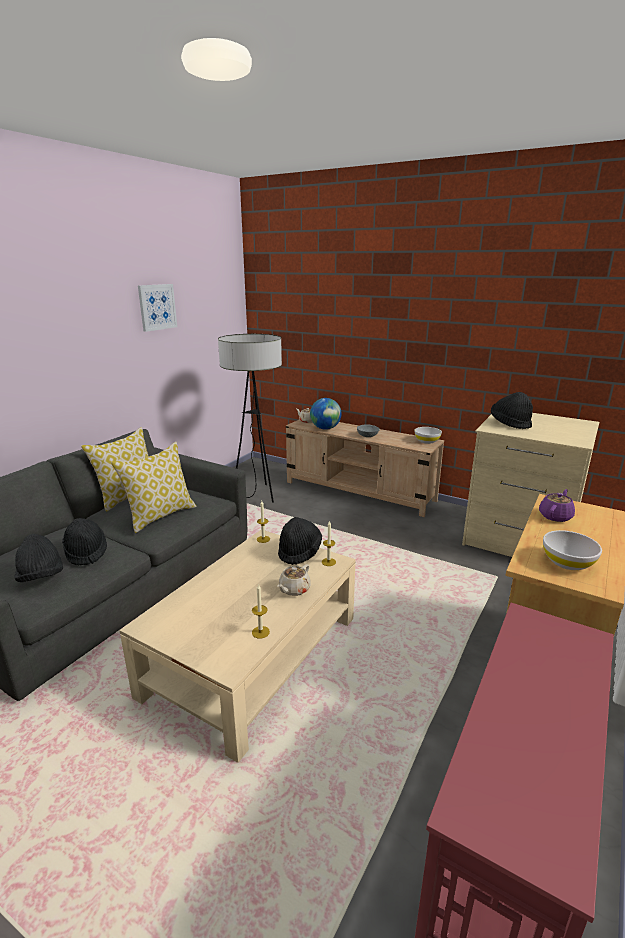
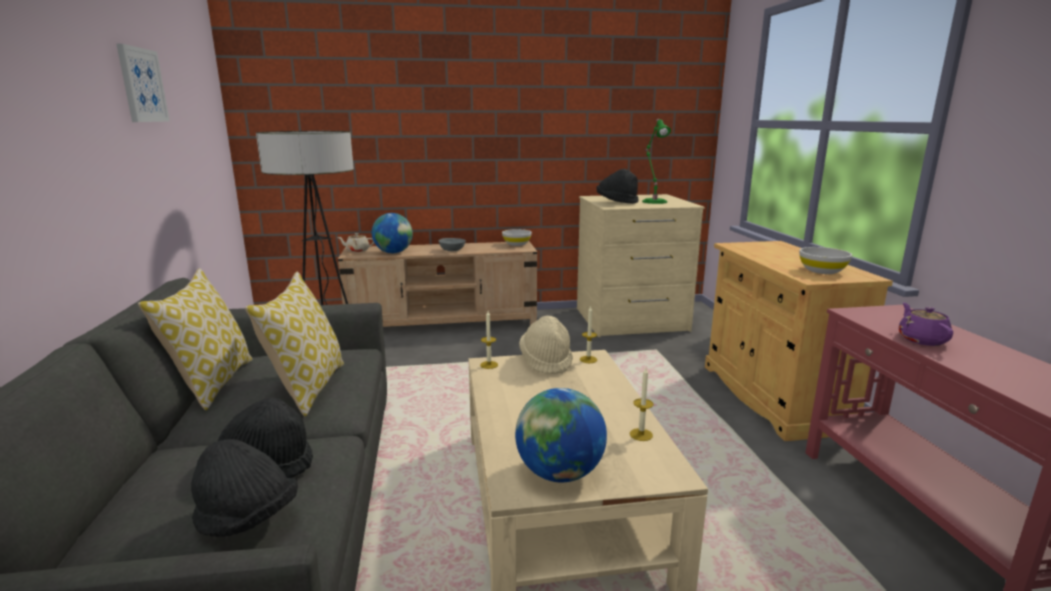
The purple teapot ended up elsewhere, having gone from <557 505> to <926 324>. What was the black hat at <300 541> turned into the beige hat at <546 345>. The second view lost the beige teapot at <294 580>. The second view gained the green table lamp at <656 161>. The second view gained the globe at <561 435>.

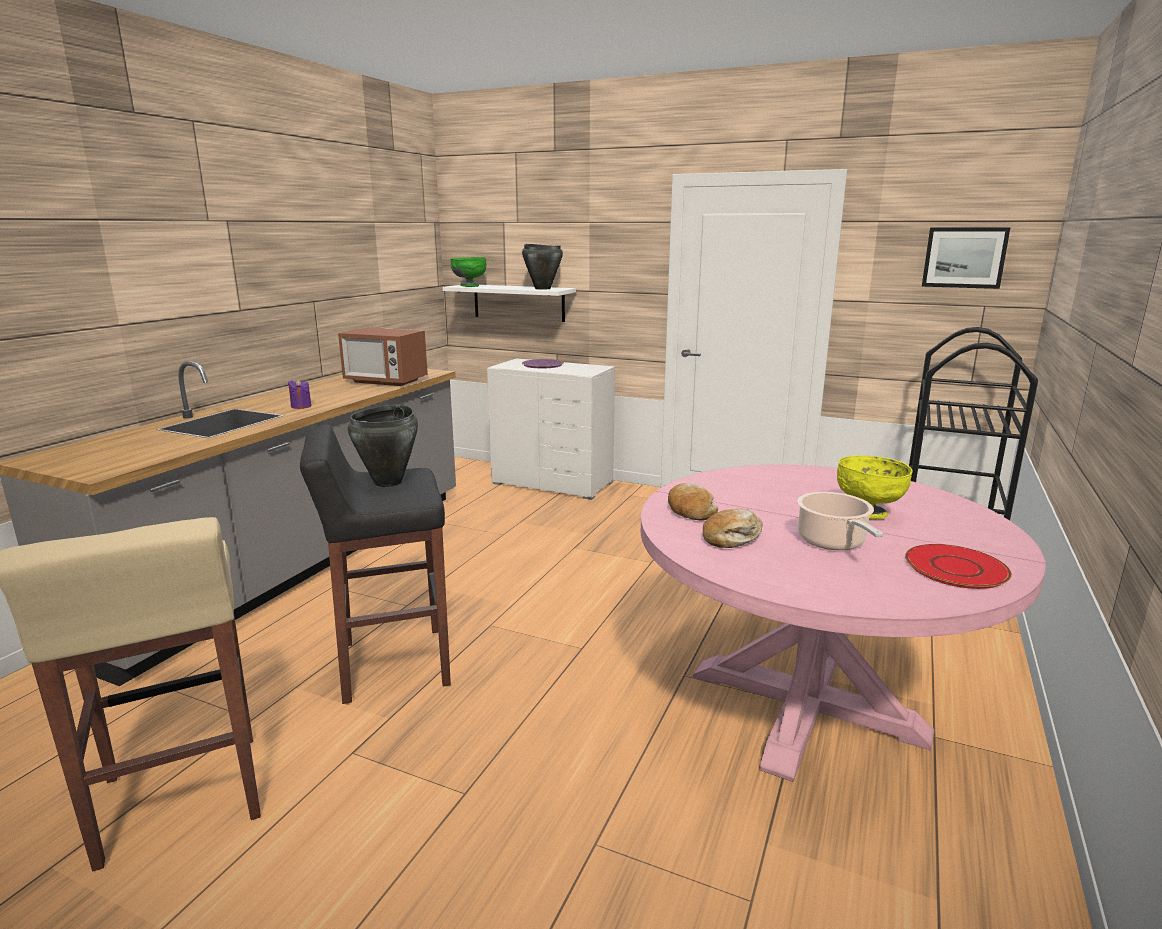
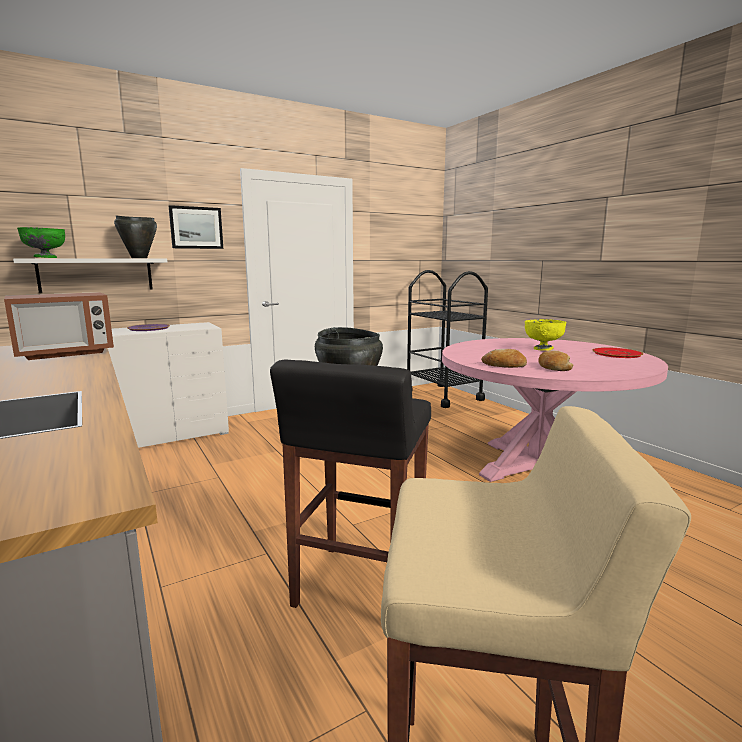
The picture ended up elsewhere, having gone from <966 258> to <196 227>. The second view lost the purple candle at <299 394>. The second view lost the cooking pot at <840 521>.

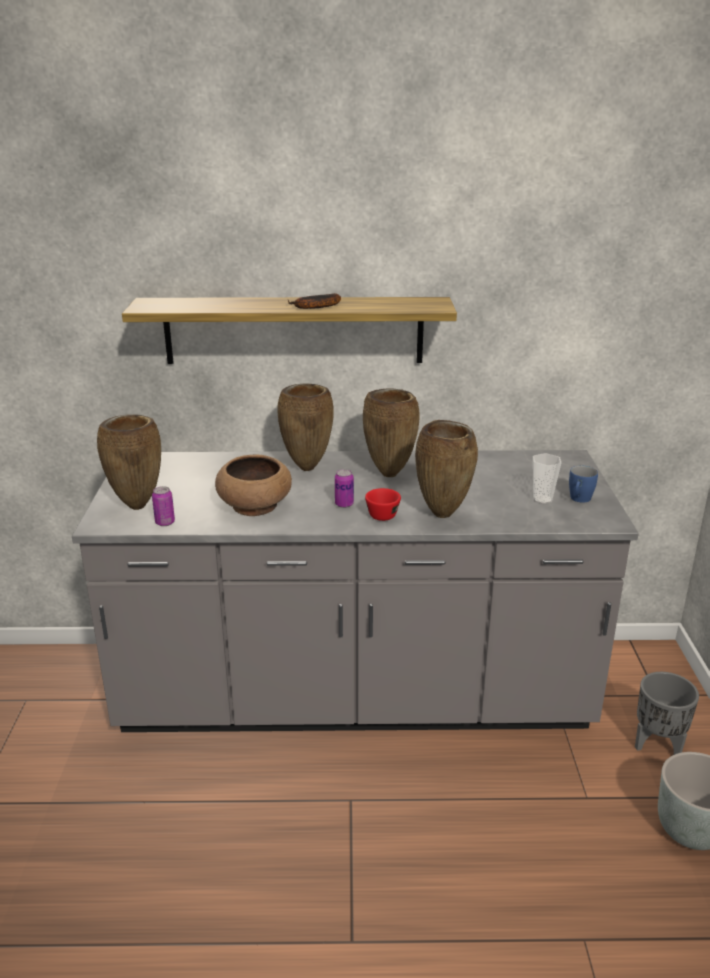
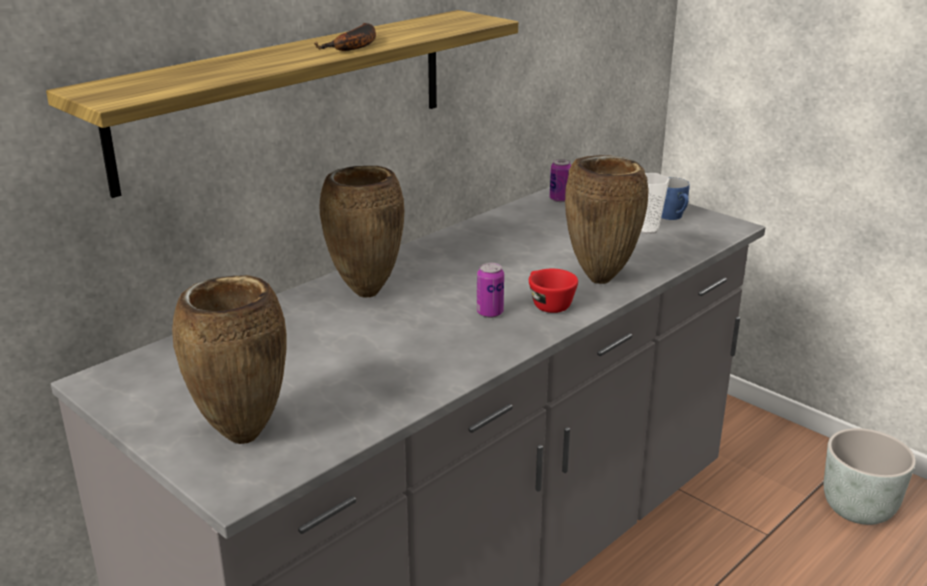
The second view lost the brown vase at <391 432>. The second view lost the brown bowl at <253 485>. The can ended up elsewhere, having gone from <163 506> to <560 180>. The second view lost the grey planter at <667 713>.

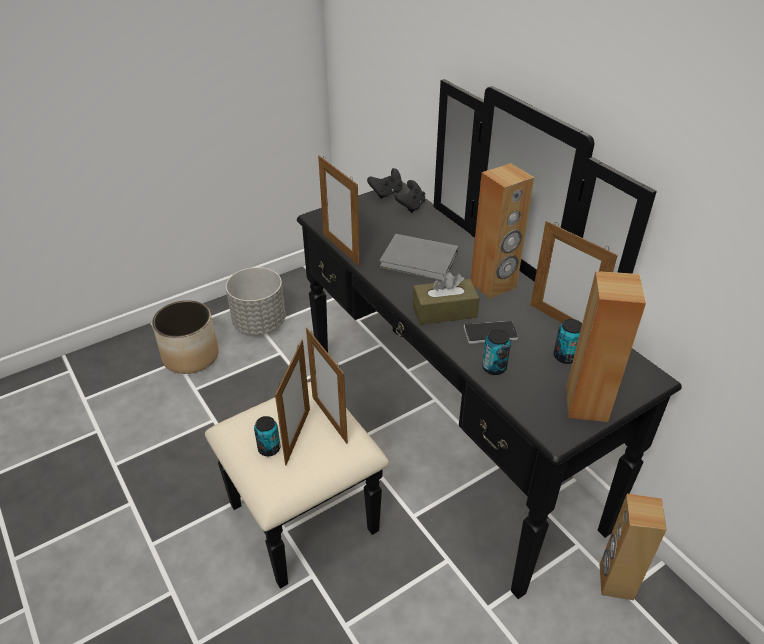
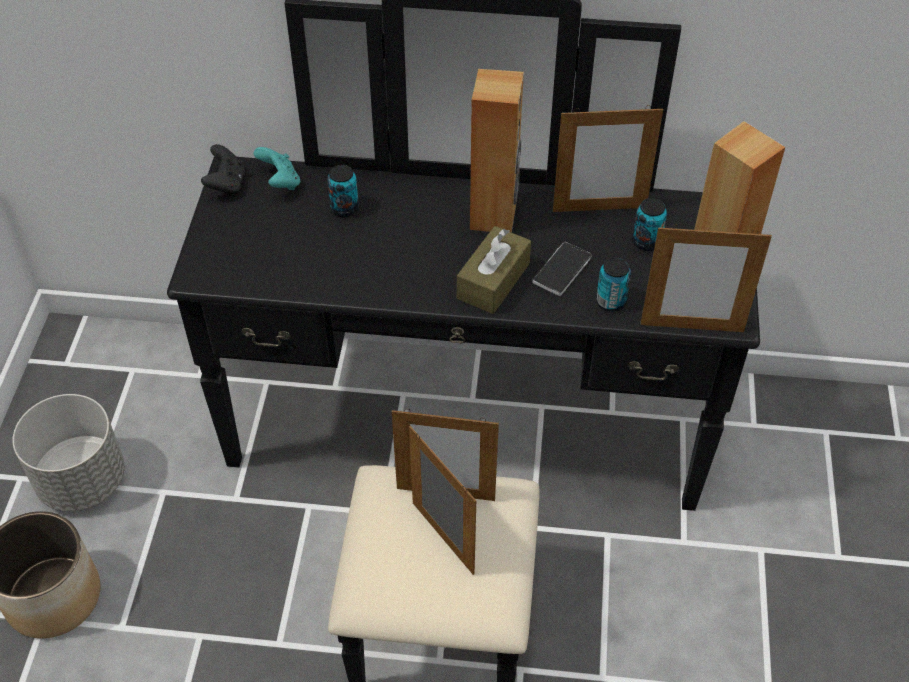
The picture frame ended up elsewhere, having gone from <339 210> to <706 278>. What was the black game controller at <410 196> turned into the turquoise game controller at <277 168>. The second view lost the grey book at <418 257>. The can ended up elsewhere, having gone from <267 436> to <343 191>. The second view lost the brown speaker at <633 547>.

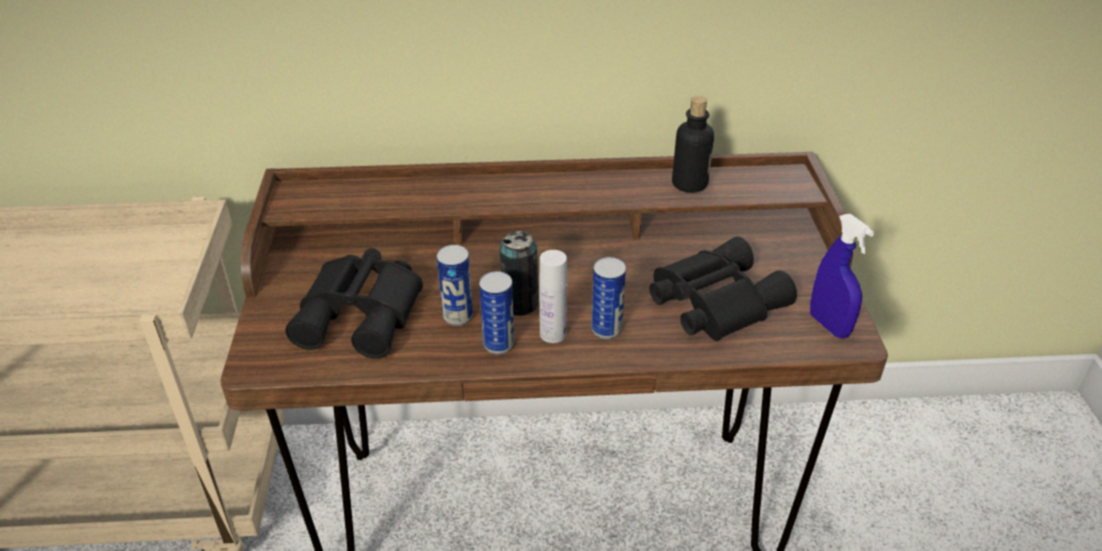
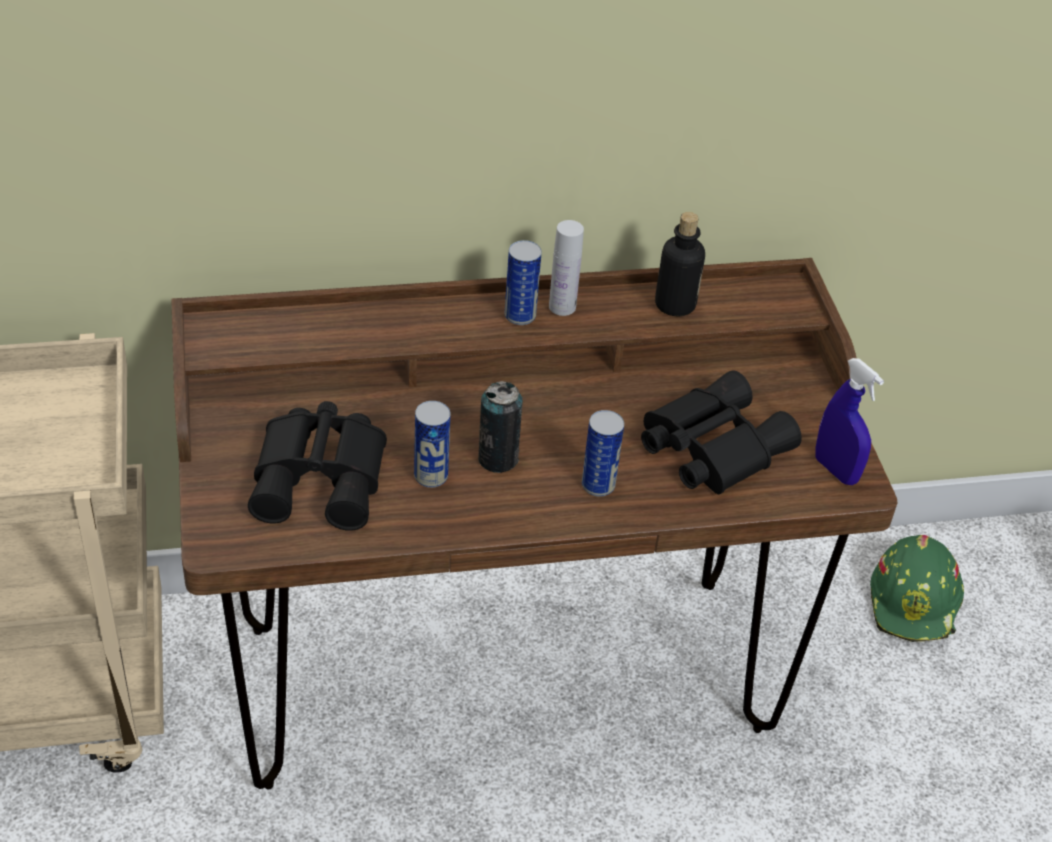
The white bottle ended up elsewhere, having gone from <553 296> to <566 268>. The can ended up elsewhere, having gone from <496 312> to <523 282>. The second view gained the green hard hat at <917 588>.

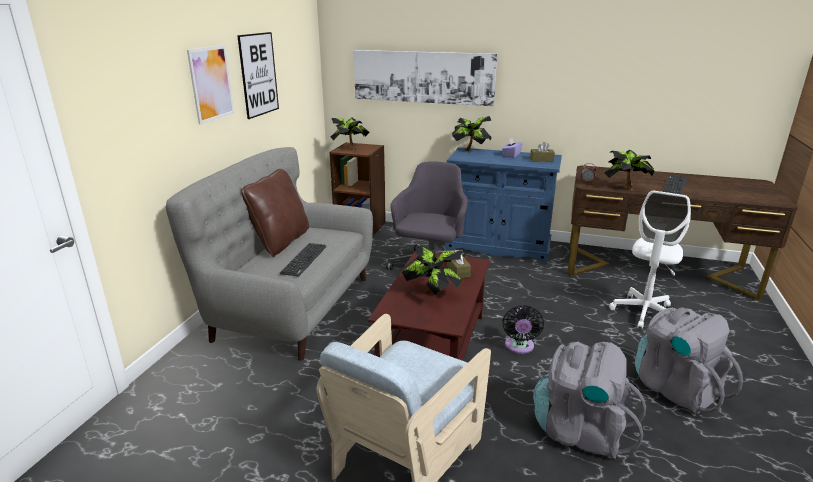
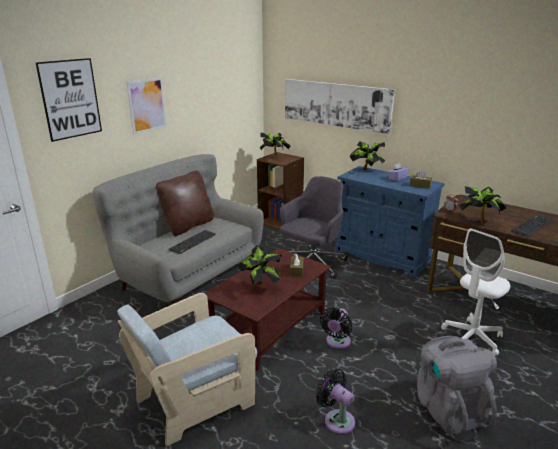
The picture ended up elsewhere, having gone from <258 75> to <69 100>. Where the grey backpack stood at <589 400>, the black fan came to stand at <335 401>.

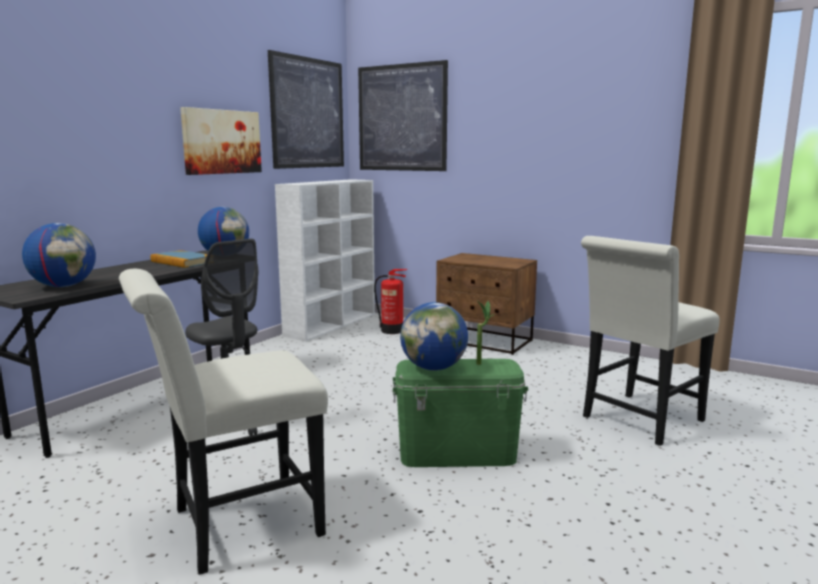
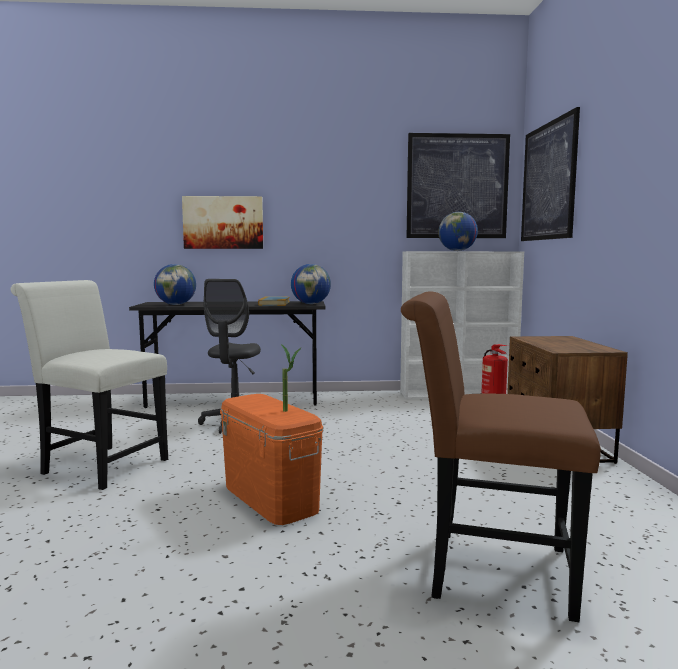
The picture ended up elsewhere, having gone from <221 141> to <222 222>. What was the white chair at <650 341> turned into the brown chair at <501 457>. The globe ended up elsewhere, having gone from <434 336> to <458 231>. What was the green storage box at <460 413> turned into the orange storage box at <272 459>.

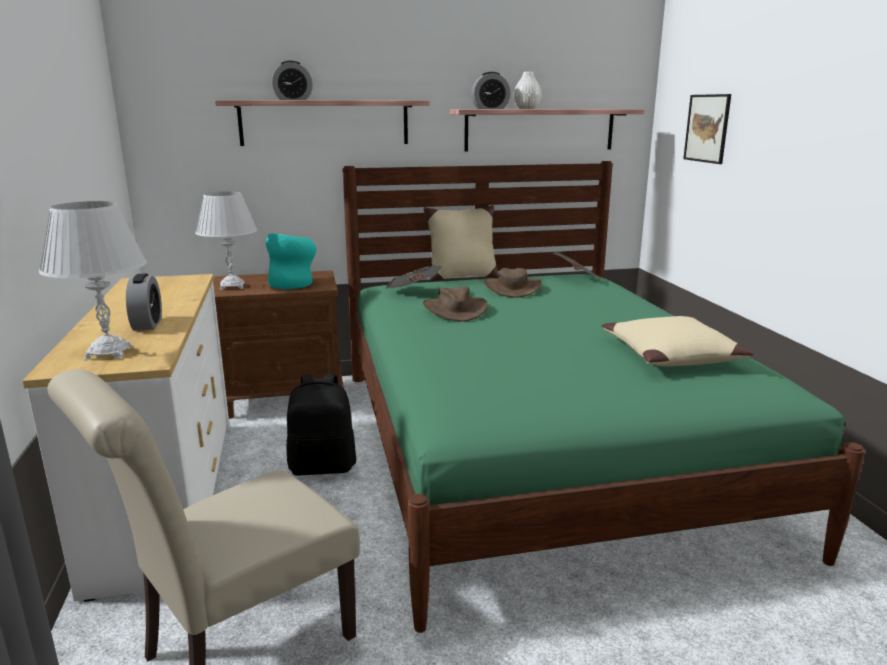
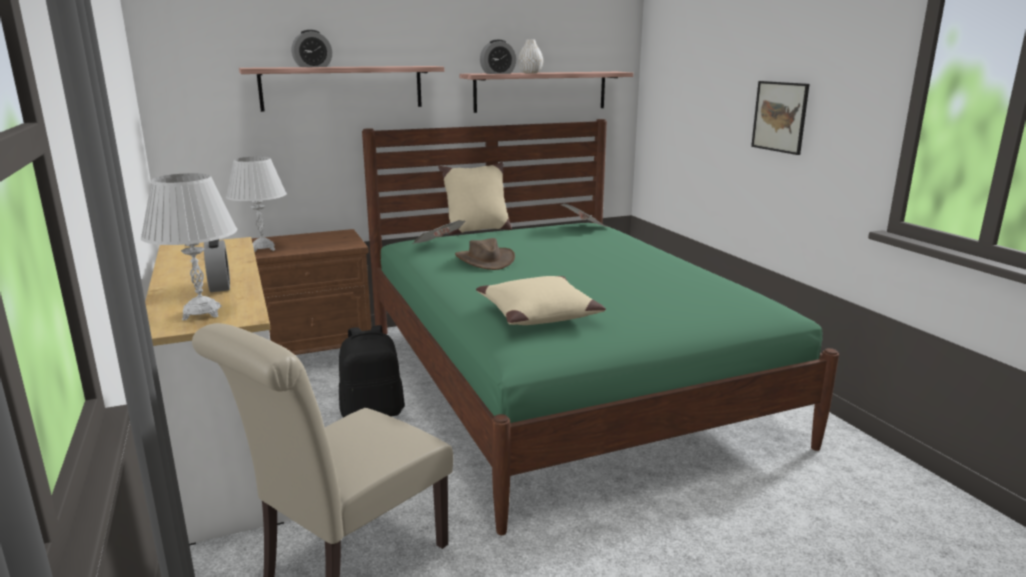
The picture ended up elsewhere, having gone from <707 129> to <780 118>. The second view lost the turquoise vase at <291 261>. The second view lost the brown hat at <513 283>. The beige pillow ended up elsewhere, having gone from <678 341> to <541 300>.

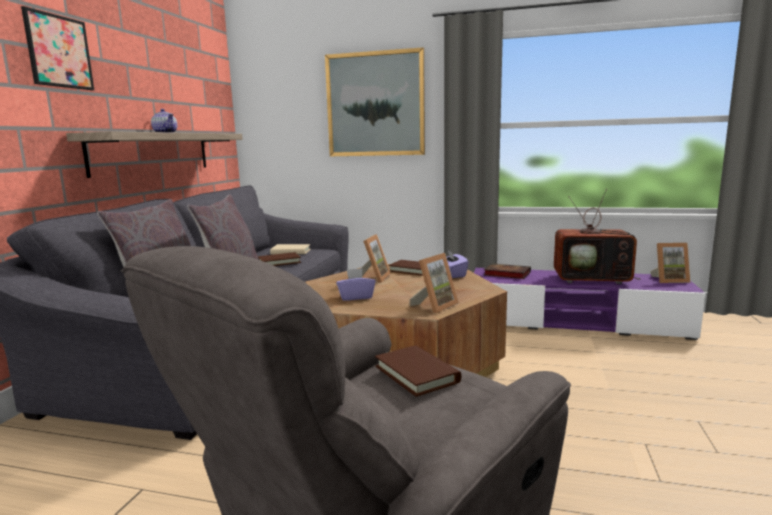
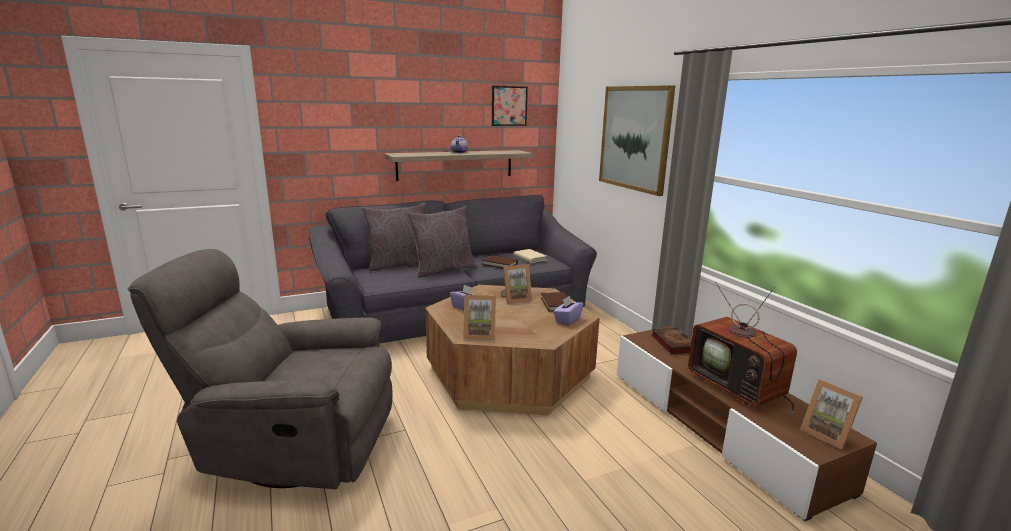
The picture ended up elsewhere, having gone from <57 48> to <510 106>. What was the purple tv stand at <589 304> turned into the brown tv stand at <747 423>. The second view lost the brown book at <418 371>.

